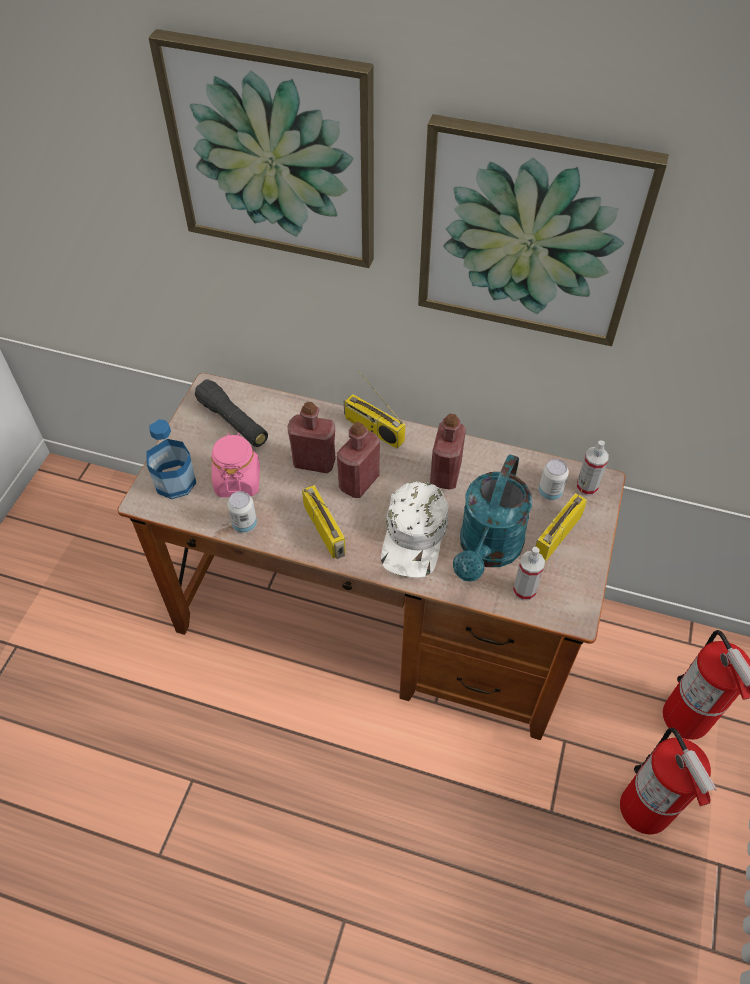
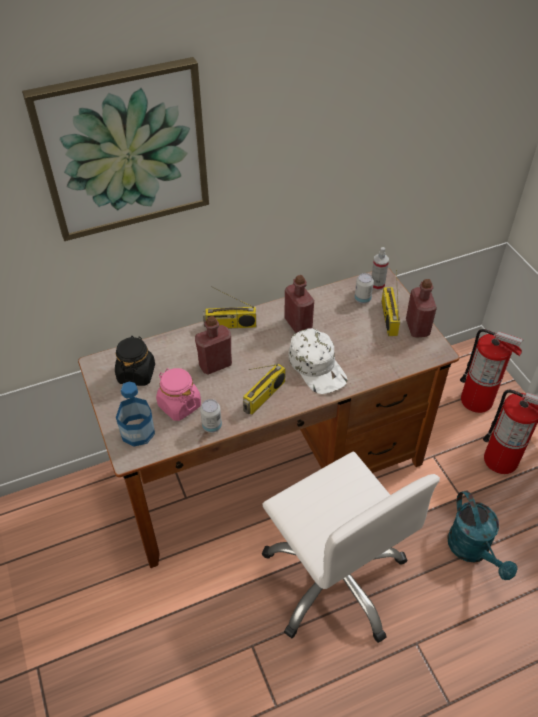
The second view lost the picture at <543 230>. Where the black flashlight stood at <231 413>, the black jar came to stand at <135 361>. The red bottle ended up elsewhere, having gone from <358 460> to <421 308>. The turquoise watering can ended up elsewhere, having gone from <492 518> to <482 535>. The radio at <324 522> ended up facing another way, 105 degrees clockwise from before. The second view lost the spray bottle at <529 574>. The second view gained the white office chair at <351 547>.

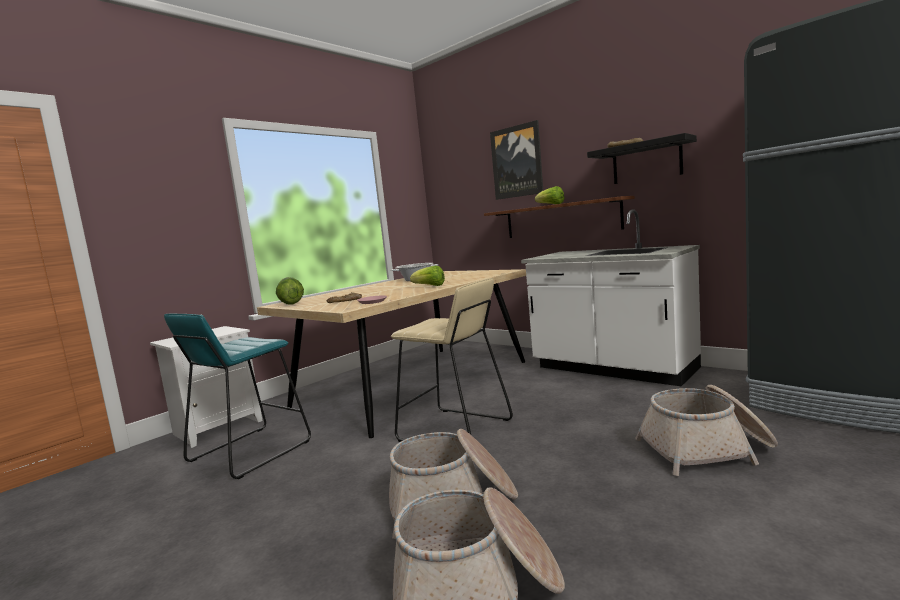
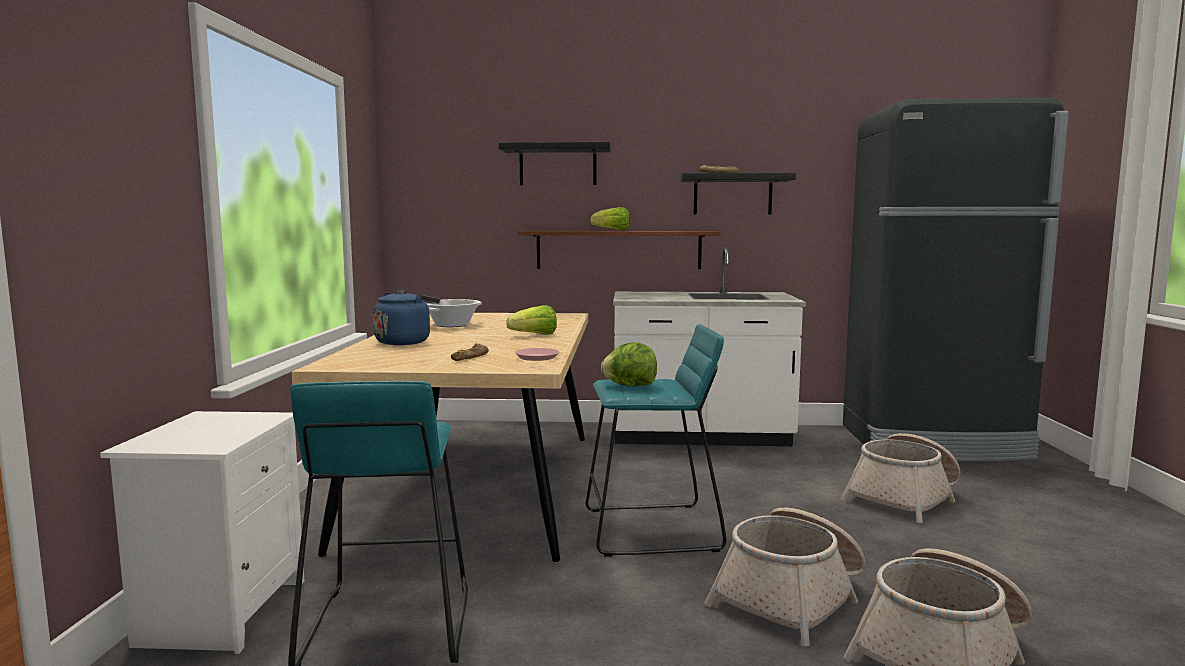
Where the picture hung at <516 160>, the black shelf came to hang at <555 163>. The lettuce ended up elsewhere, having gone from <290 291> to <629 364>. What was the beige stool at <452 360> turned into the turquoise stool at <656 440>. The second view gained the blue kettle at <406 317>.

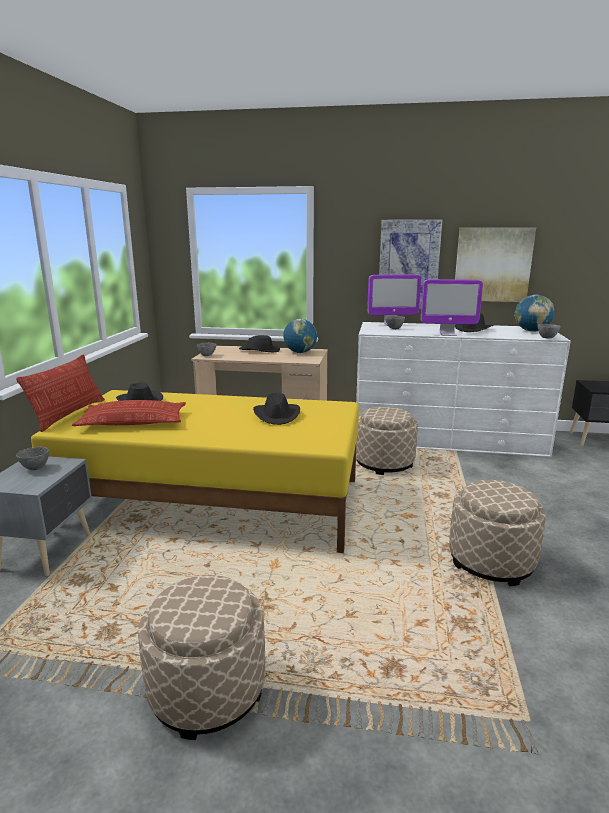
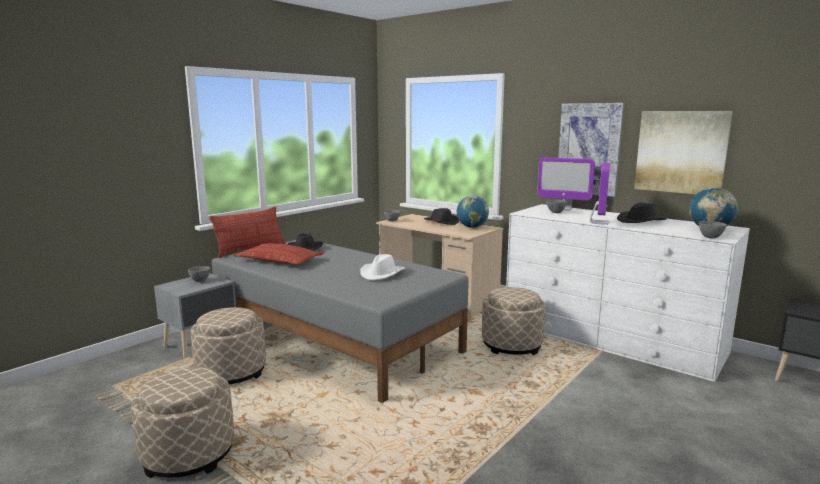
The monitor at <452 307> ended up facing another way, 105 degrees counterclockwise from before. What was the yellow bed at <195 471> turned into the grey bed at <340 321>. What was the black hat at <276 409> turned into the white hat at <382 267>. The beige ottoman ended up elsewhere, having gone from <497 533> to <228 345>.

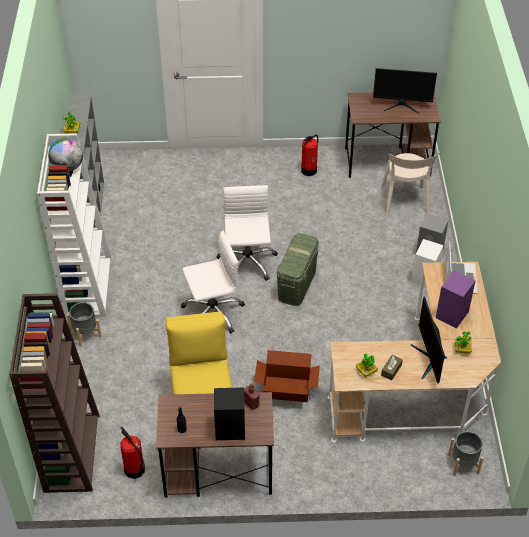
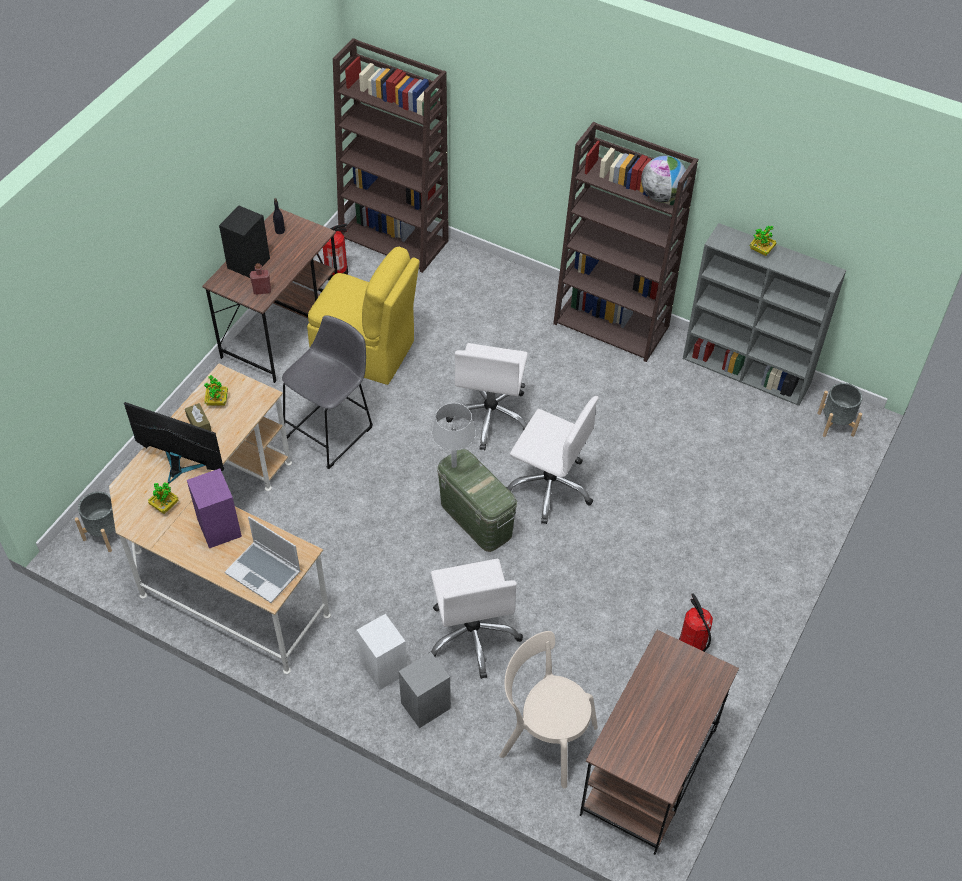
The second view lost the monitor at <405 91>. What was the white bookcase at <74 225> turned into the brown bookcase at <625 242>. The grey planter ended up elsewhere, having gone from <84 324> to <839 410>. Where the cardboard box stood at <287 376>, the grey stool came to stand at <327 392>. The second view gained the grey table lamp at <454 435>. The second view gained the white office chair at <476 619>.

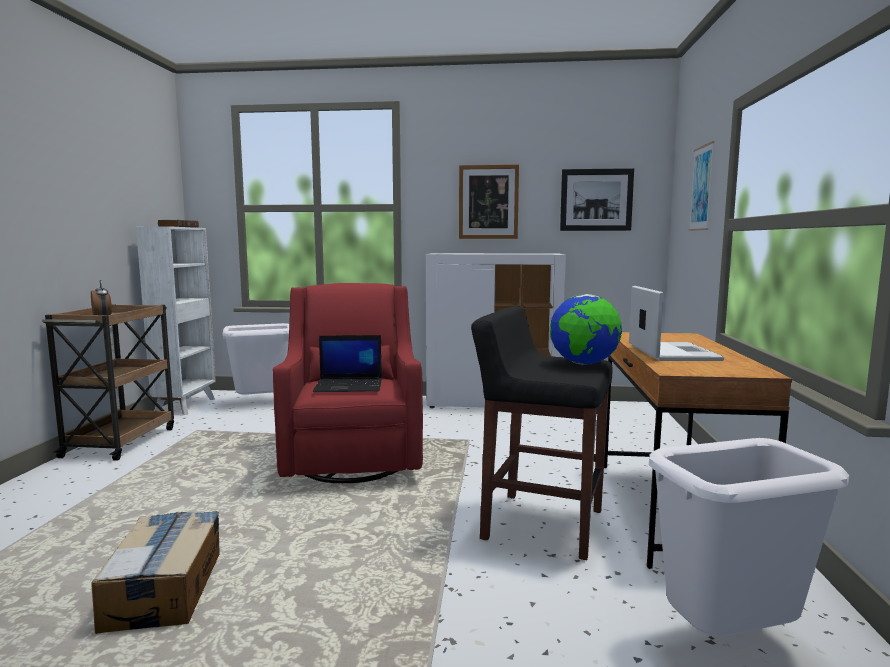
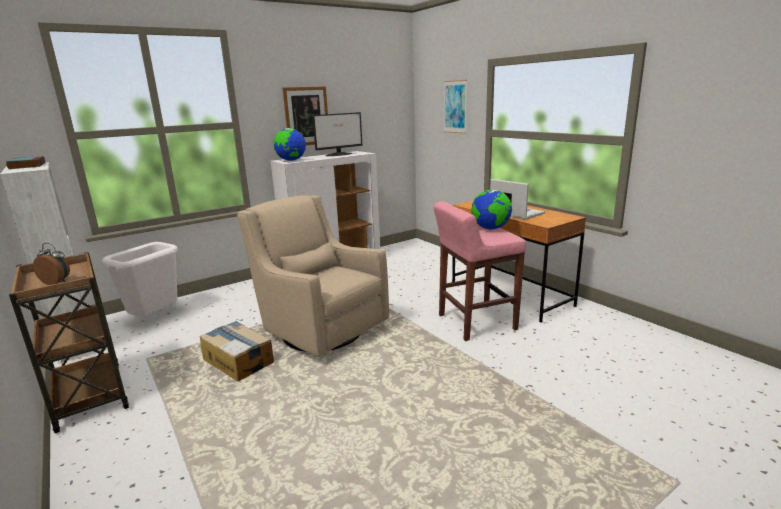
The second view lost the picture at <597 199>. What was the red armchair at <348 383> turned into the beige armchair at <313 276>. What was the black stool at <542 433> turned into the pink stool at <479 271>. The second view lost the laptop at <347 363>. The second view lost the white trash can at <749 537>. The cardboard box ended up elsewhere, having gone from <155 572> to <237 351>. The second view gained the monitor at <337 134>. The second view gained the globe at <290 144>.

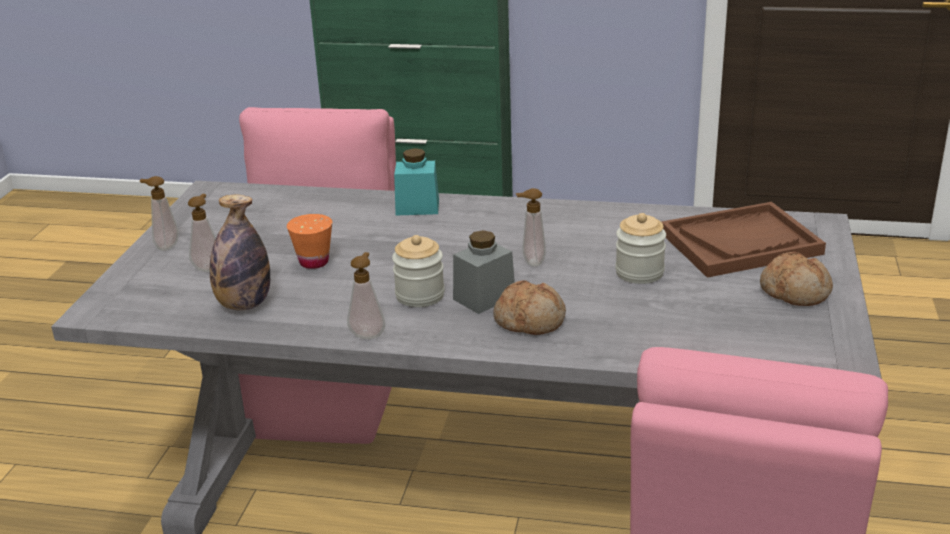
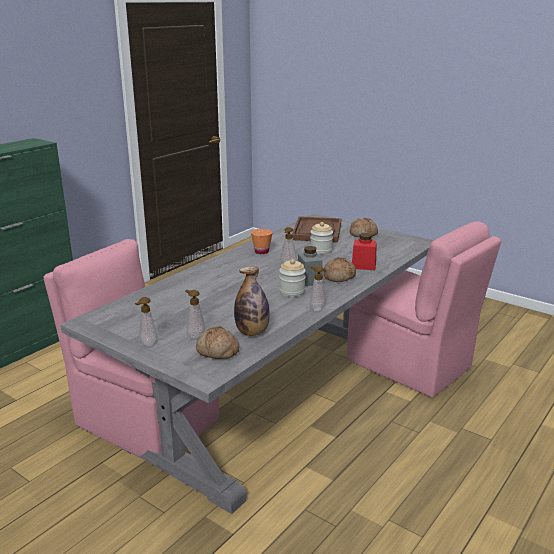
The second view lost the turquoise jar at <416 182>. The orange cup ended up elsewhere, having gone from <309 241> to <262 241>. The second view gained the red jar at <364 251>. The second view gained the bread at <217 342>.

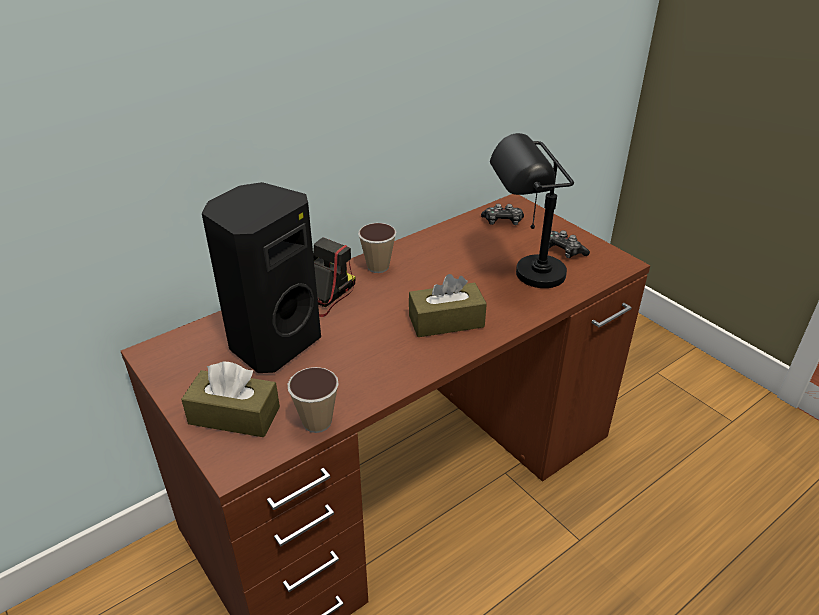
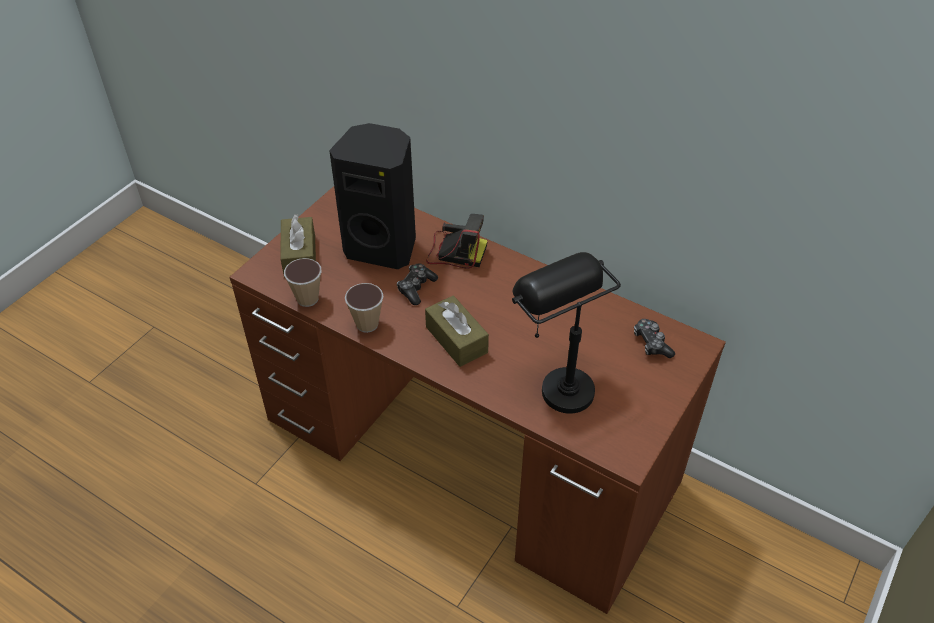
The cup ended up elsewhere, having gone from <377 248> to <364 308>. The game controller ended up elsewhere, having gone from <569 244> to <417 284>.

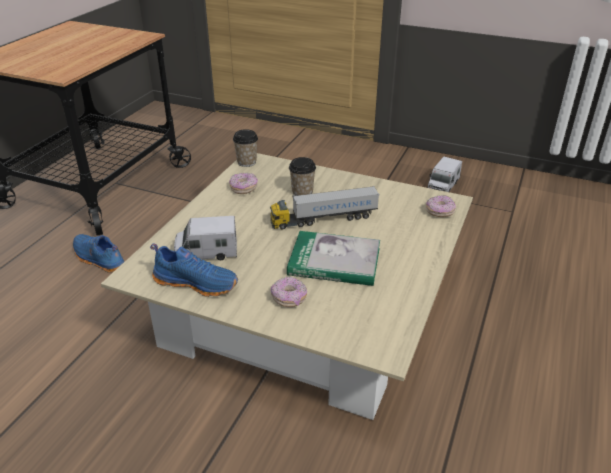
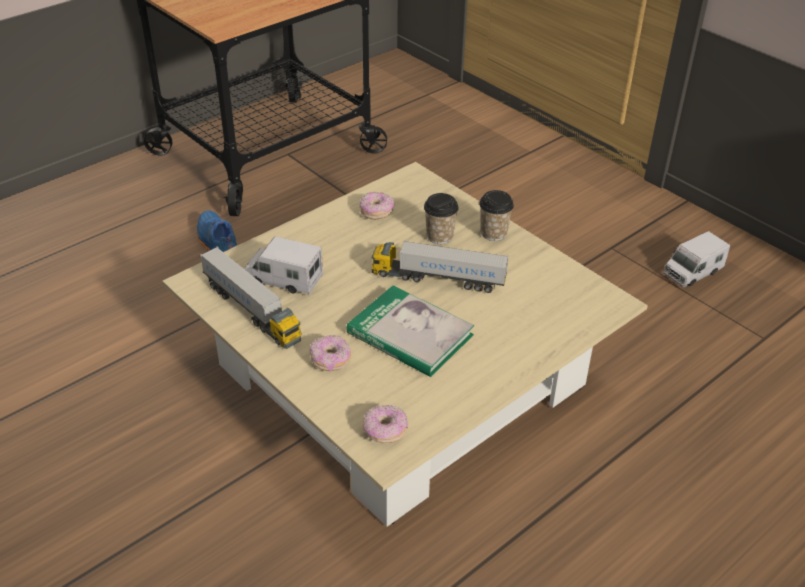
The cup ended up elsewhere, having gone from <245 148> to <496 215>. The donut ended up elsewhere, having gone from <441 206> to <385 424>. Where the blue shoe stood at <194 270>, the toy truck came to stand at <251 297>.

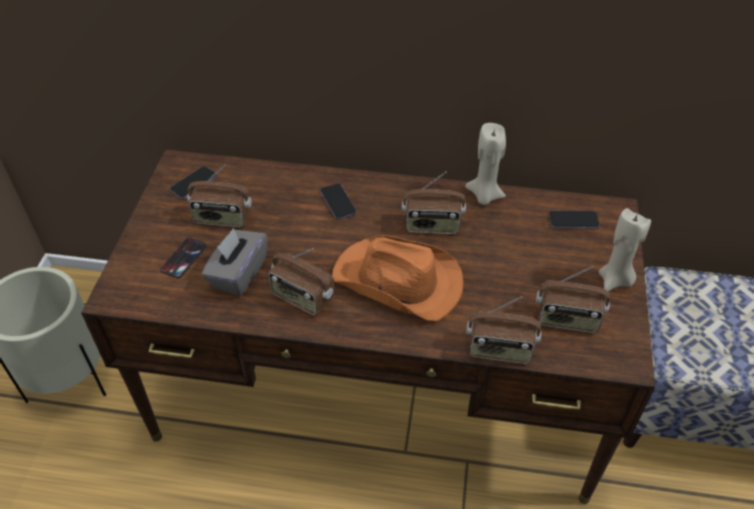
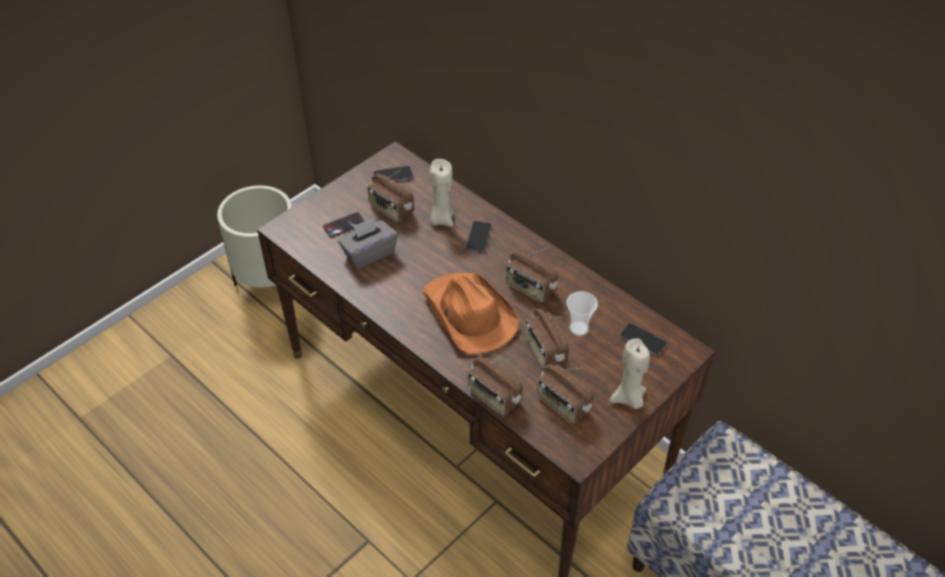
The beige candle ended up elsewhere, having gone from <486 164> to <442 193>. The radio ended up elsewhere, having gone from <301 282> to <547 339>. The second view gained the cup at <582 313>.

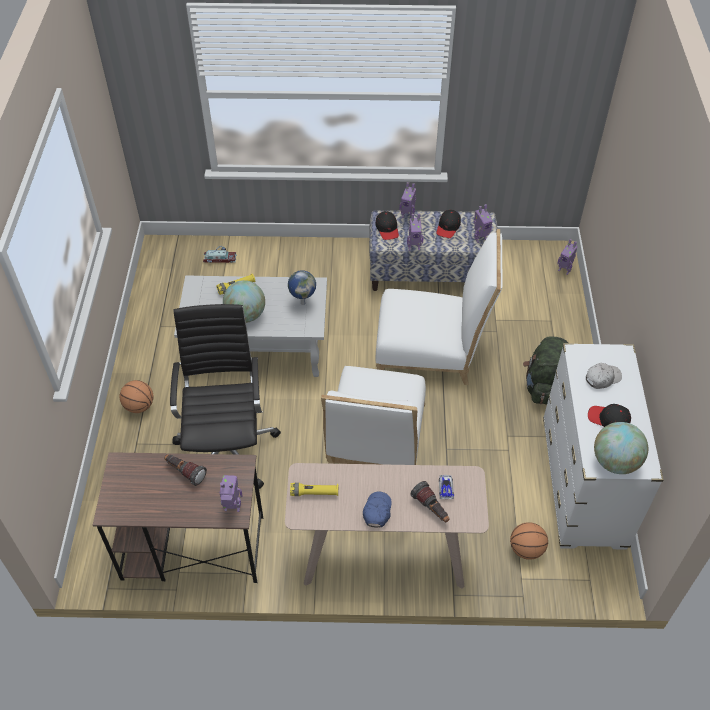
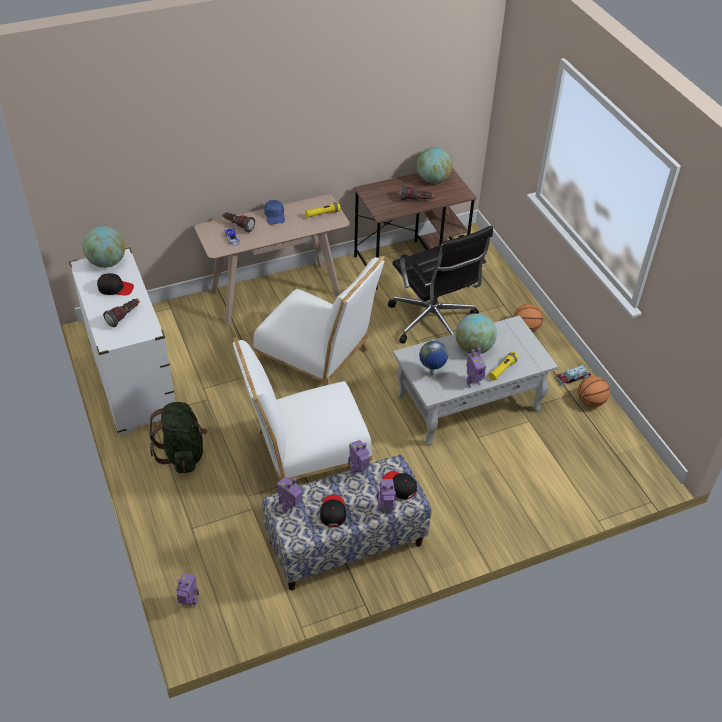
The toy car ended up elsewhere, having gone from <220 254> to <573 375>. Where the white cap stood at <604 376>, the flashlight came to stand at <121 312>. The white chair at <373 415> ended up facing another way, 135 degrees clockwise from before. The toy robot ended up elsewhere, having gone from <231 493> to <476 368>. The basketball ended up elsewhere, having gone from <529 541> to <594 391>. The second view gained the globe at <435 165>.

